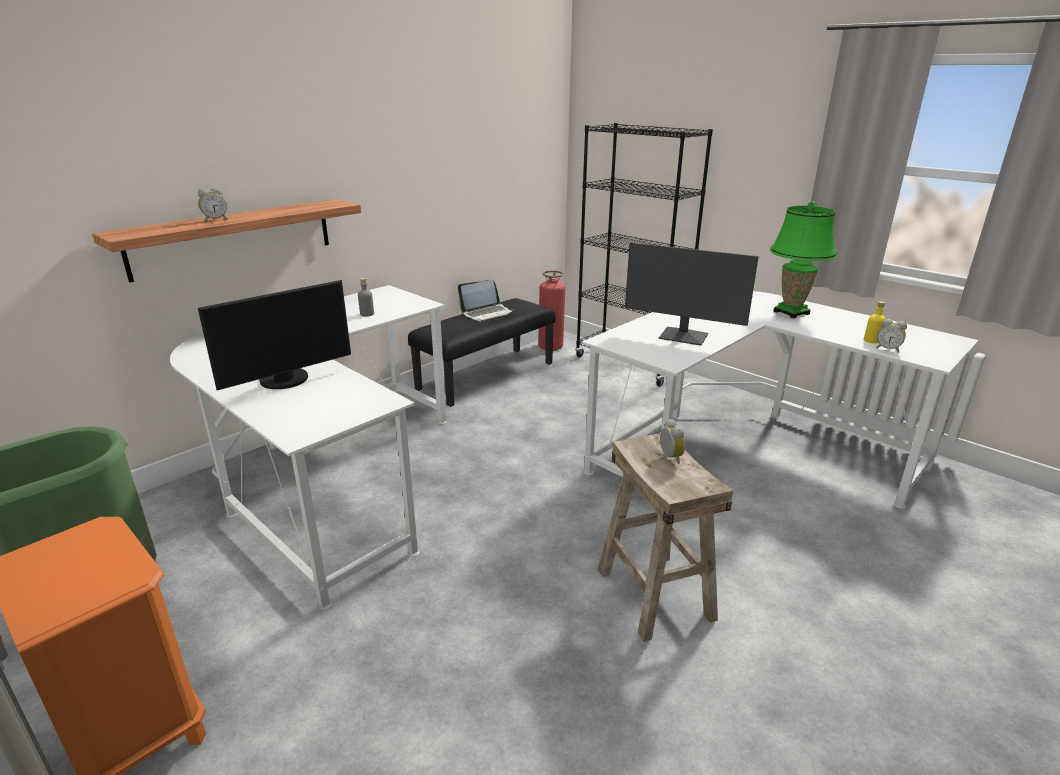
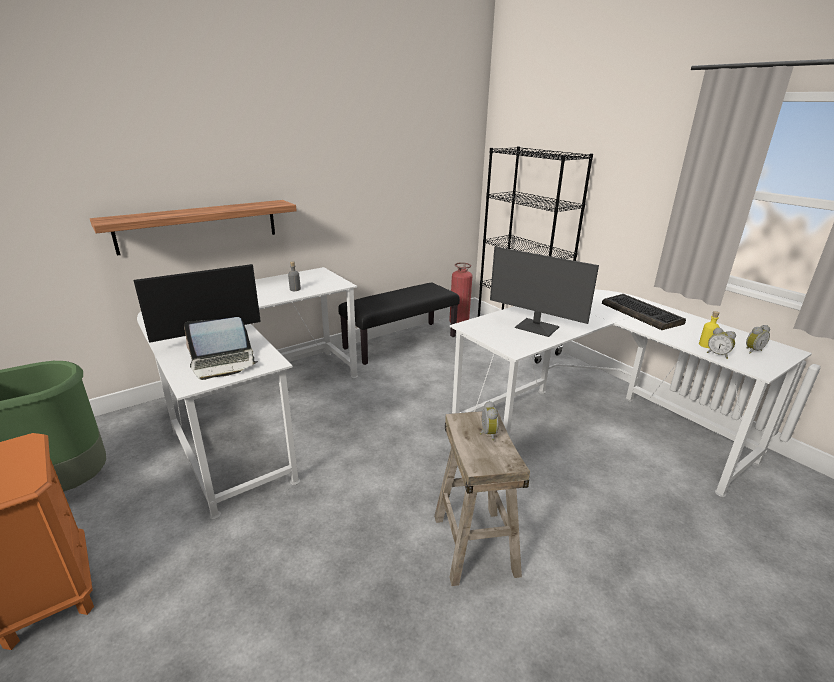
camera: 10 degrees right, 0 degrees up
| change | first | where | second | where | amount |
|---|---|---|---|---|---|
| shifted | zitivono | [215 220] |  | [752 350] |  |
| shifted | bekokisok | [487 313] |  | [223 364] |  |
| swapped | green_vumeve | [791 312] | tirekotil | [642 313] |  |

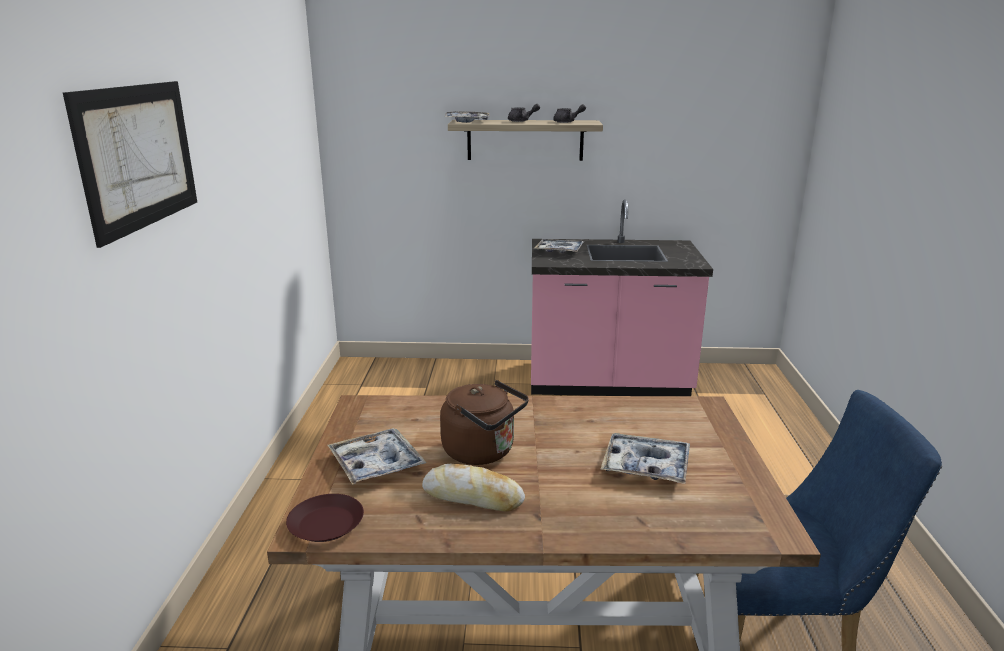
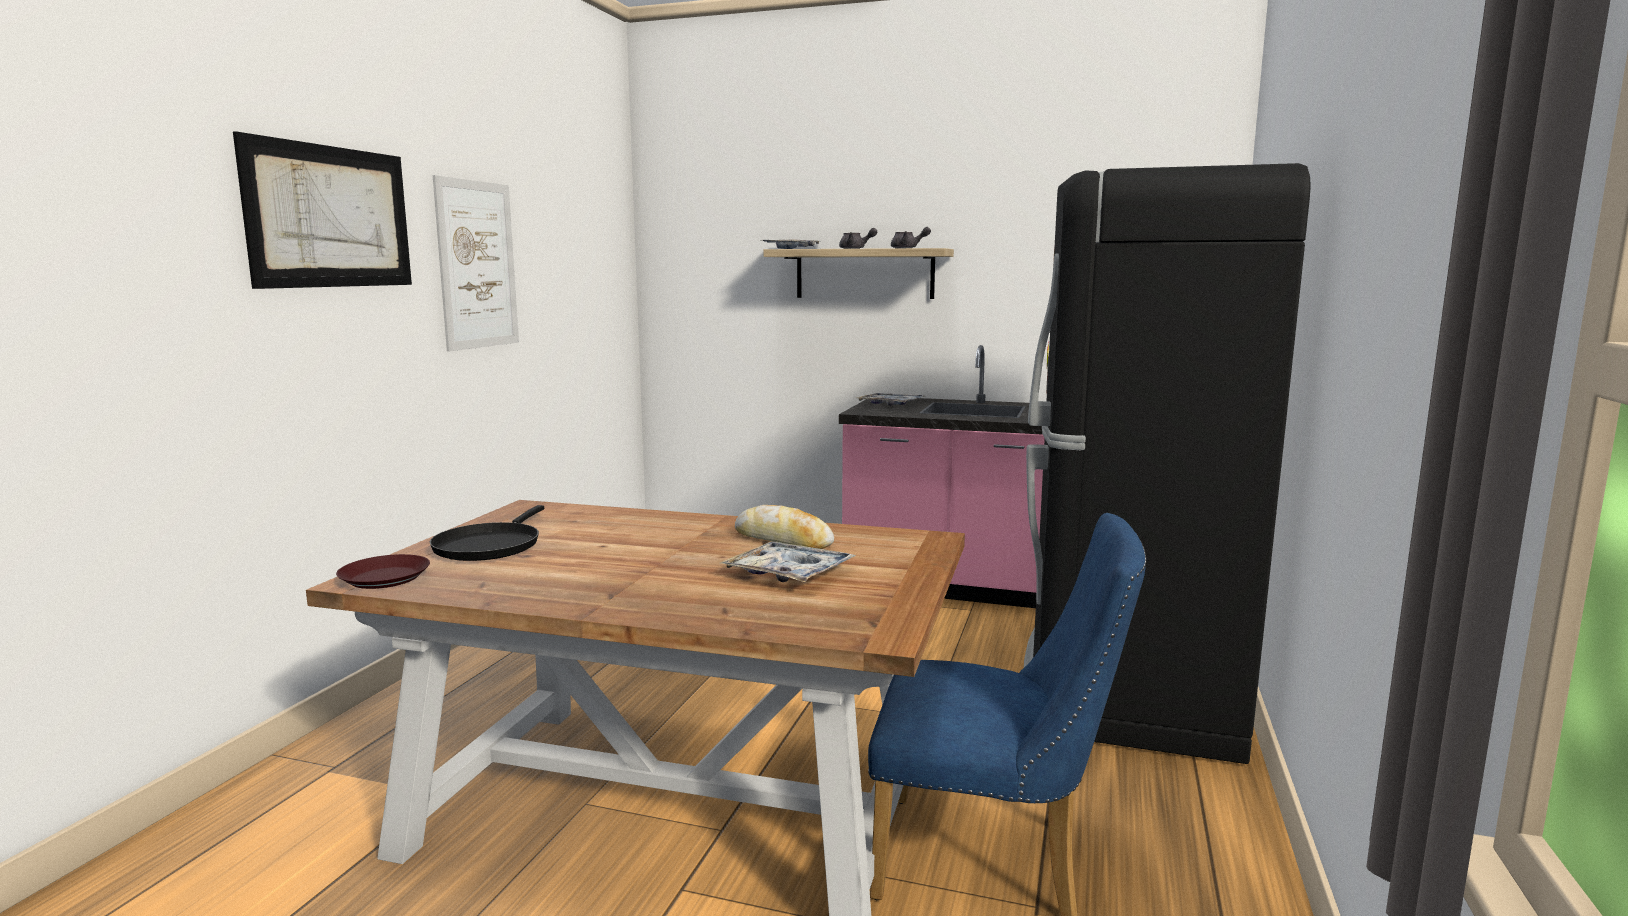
camera: 15 degrees right, 10 degrees down
| change | first | where | second | where | amount |
|---|---|---|---|---|---|
| swapped | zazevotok | [376 464] | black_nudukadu | [490 545] |  |
| shifted | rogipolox | [473 497] |  | [783 539] |  |
| gone | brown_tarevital | [483 452] |  |  |  |
| new |  |  | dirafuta | [477 265] |  |
| new |  |  | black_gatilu | [1126 686] |  |

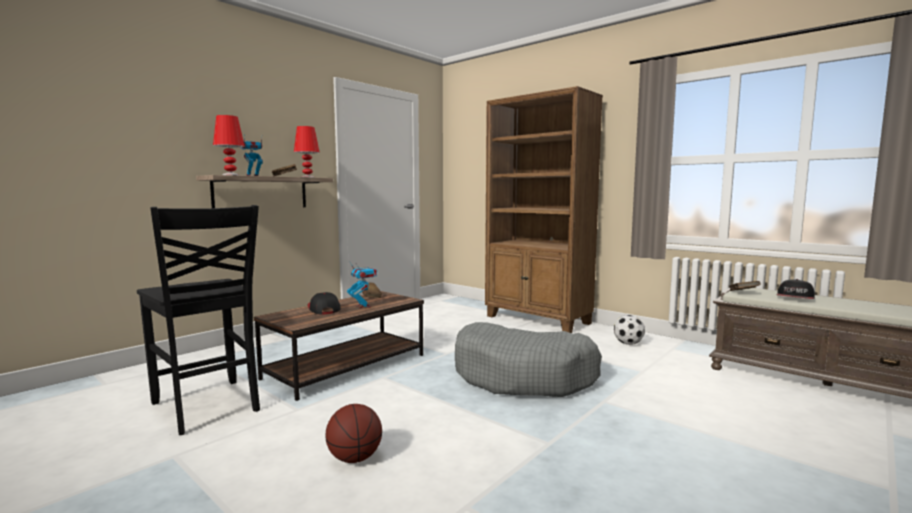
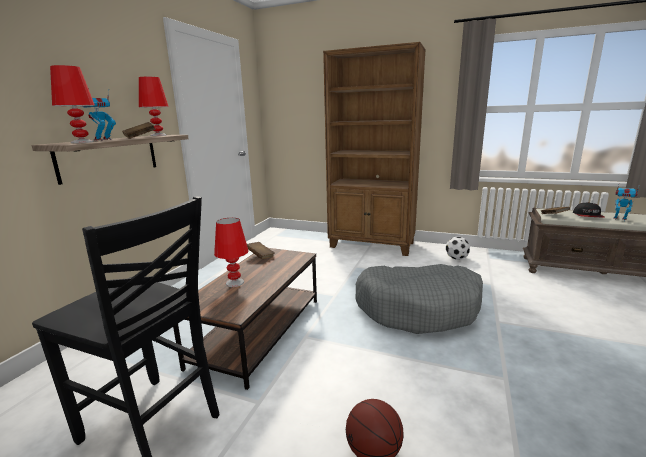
camera: 20 degrees left, 10 degrees up
| change | first | where | second | where | amount |
|---|---|---|---|---|---|
| swapped | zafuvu | [323 309] | red_vumeve | [234 283] |  |
| shifted | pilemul | [363 306] |  | [619 219] |  |

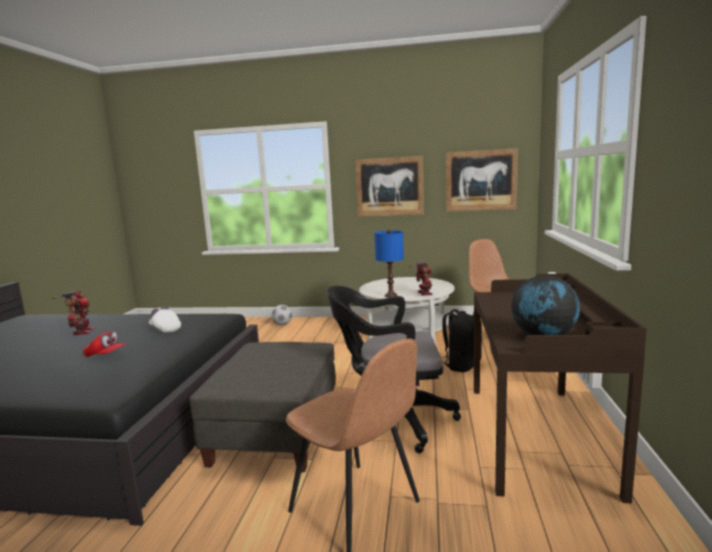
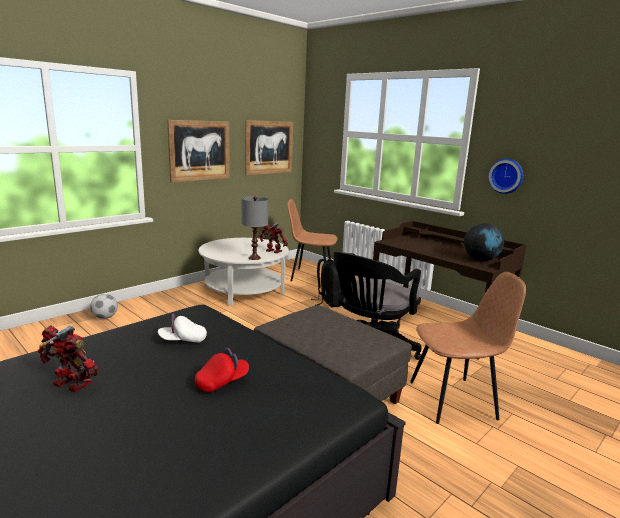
camera: 55 degrees left, 5 degrees up
| change | first | where | second | where | amount |
|---|---|---|---|---|---|
| repainted | blue_vumeve | [391 295] | grey_vumeve | [254 258] |  |
| new |  |  | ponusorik | [506 176] |  |

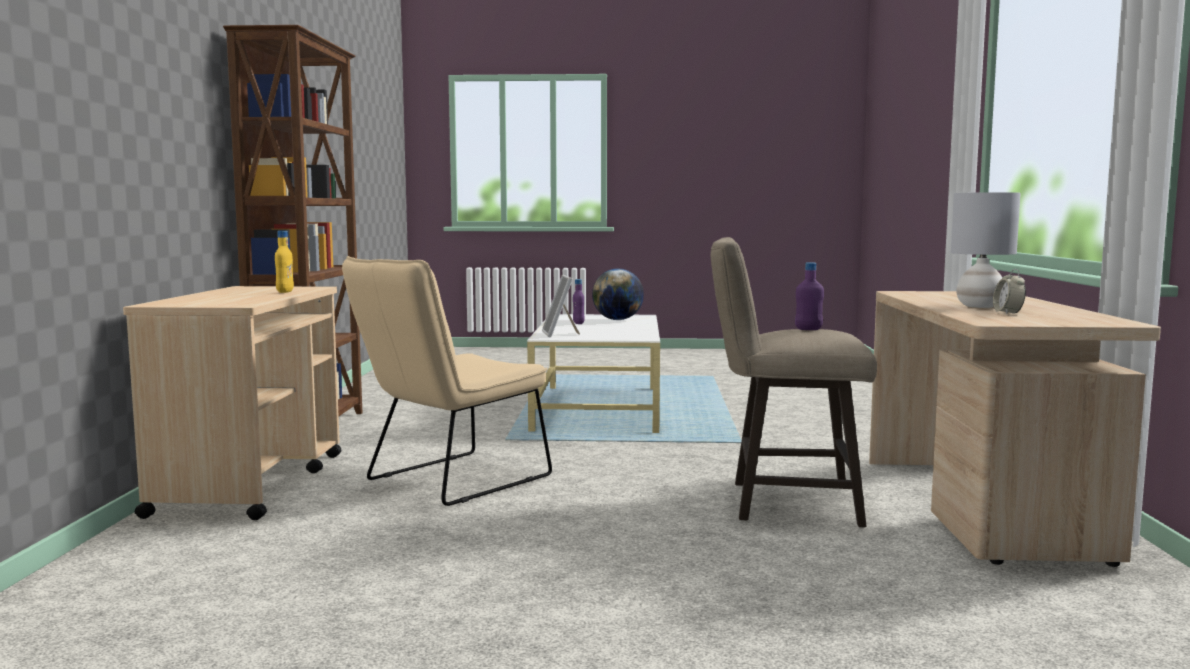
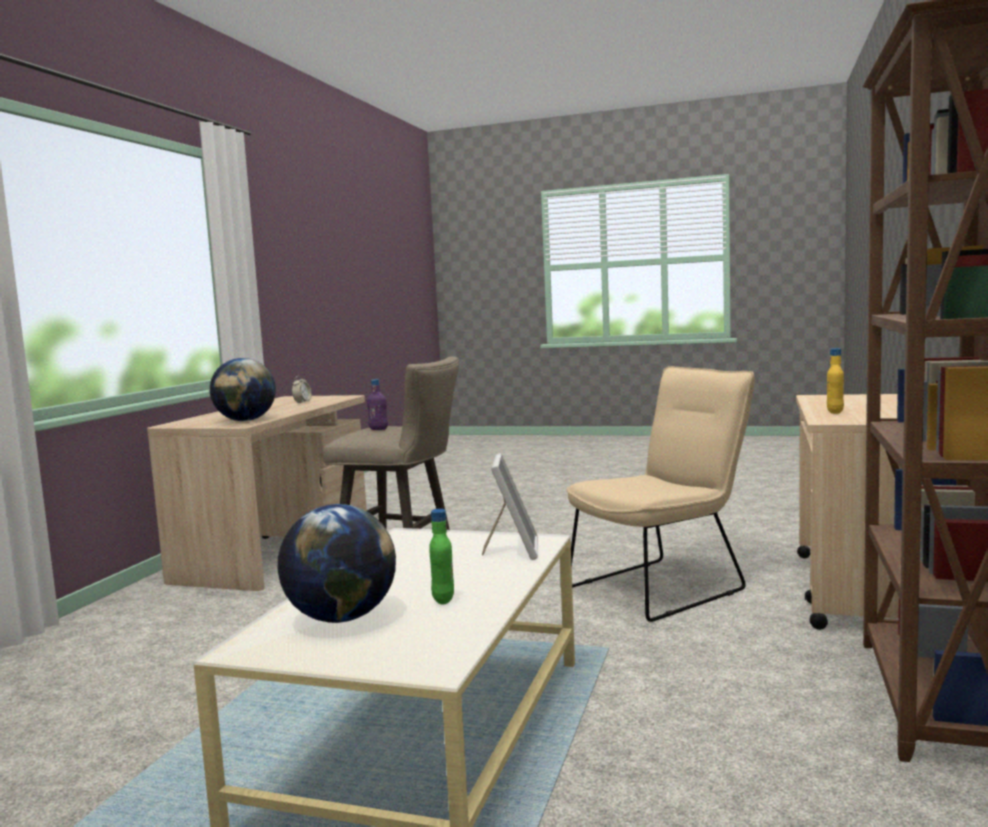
camera: 165 degrees left, 0 degrees up
| change | first | where | second | where | amount |
|---|---|---|---|---|---|
| repainted | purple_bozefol | [578 323] | green_bozefol | [443 599] |  |
| gone | grey_vumeve | [980 306] |  |  |  |
| new |  |  | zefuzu | [246 420] |  |

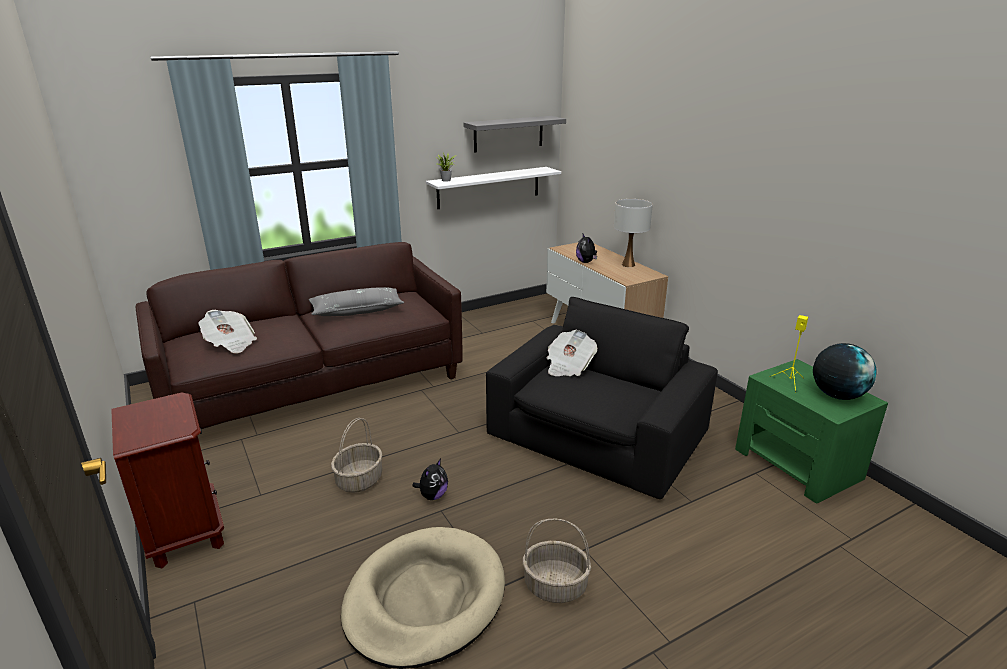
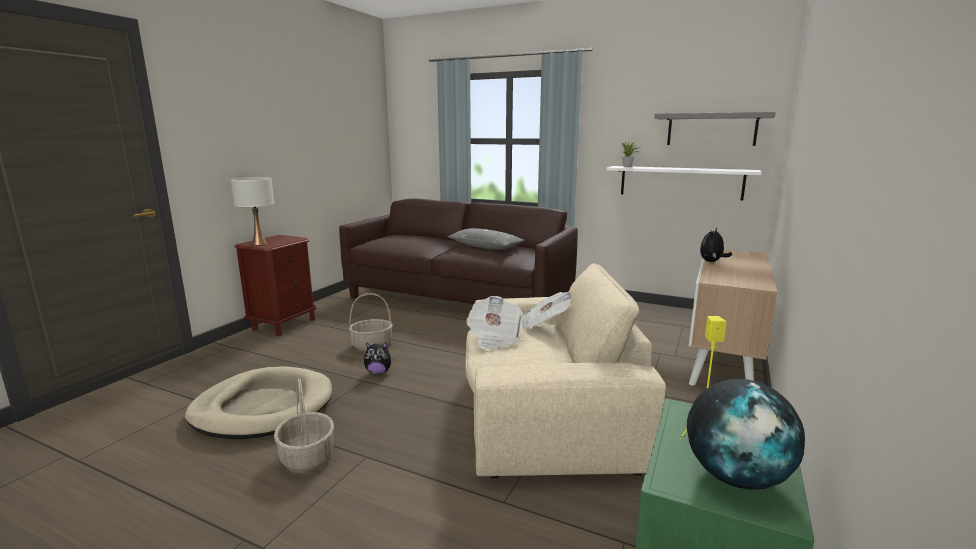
camera: 55 degrees right, 10 degrees down
| change | first | where | second | where | amount |
|---|---|---|---|---|---|
| shifted | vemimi | [230 343] |  | [494 338] |  |
| repainted | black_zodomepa | [596 436] | beige_zodomepa | [546 411] |  |
| shifted | white_vumeve | [628 265] |  | [259 243] |  |

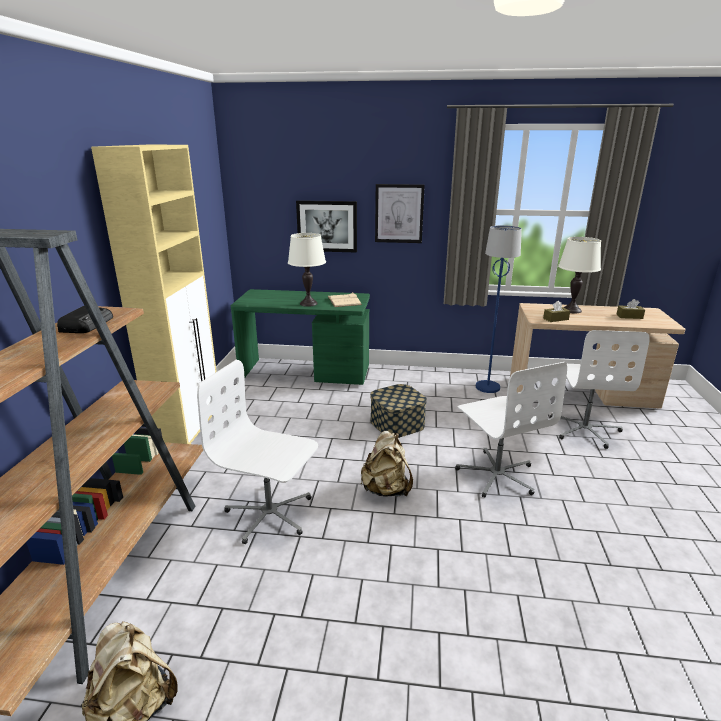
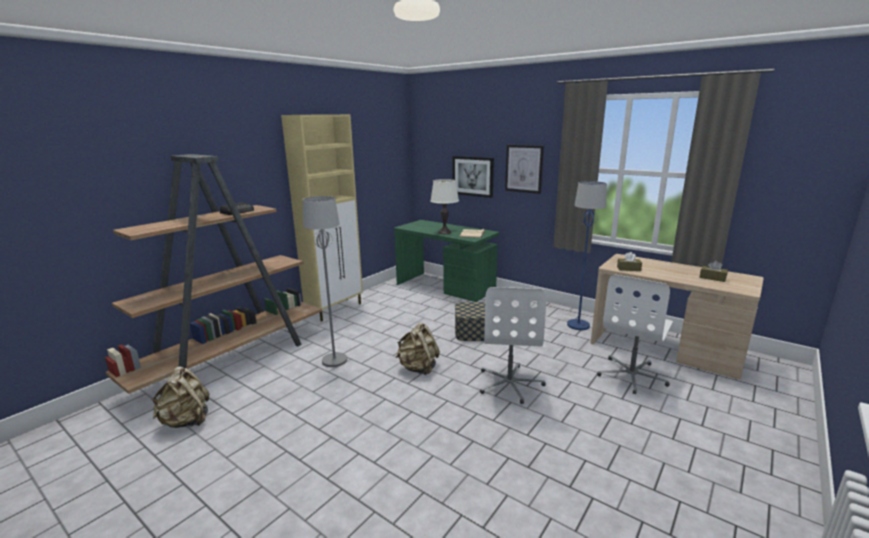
camera: 30 degrees right, 5 degrees down
| change | first | where | second | where | amount |
|---|---|---|---|---|---|
| swapped | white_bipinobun | [269 514] | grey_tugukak | [334 360] |  |
| gone | white_vumeve | [571 310] |  |  |  |

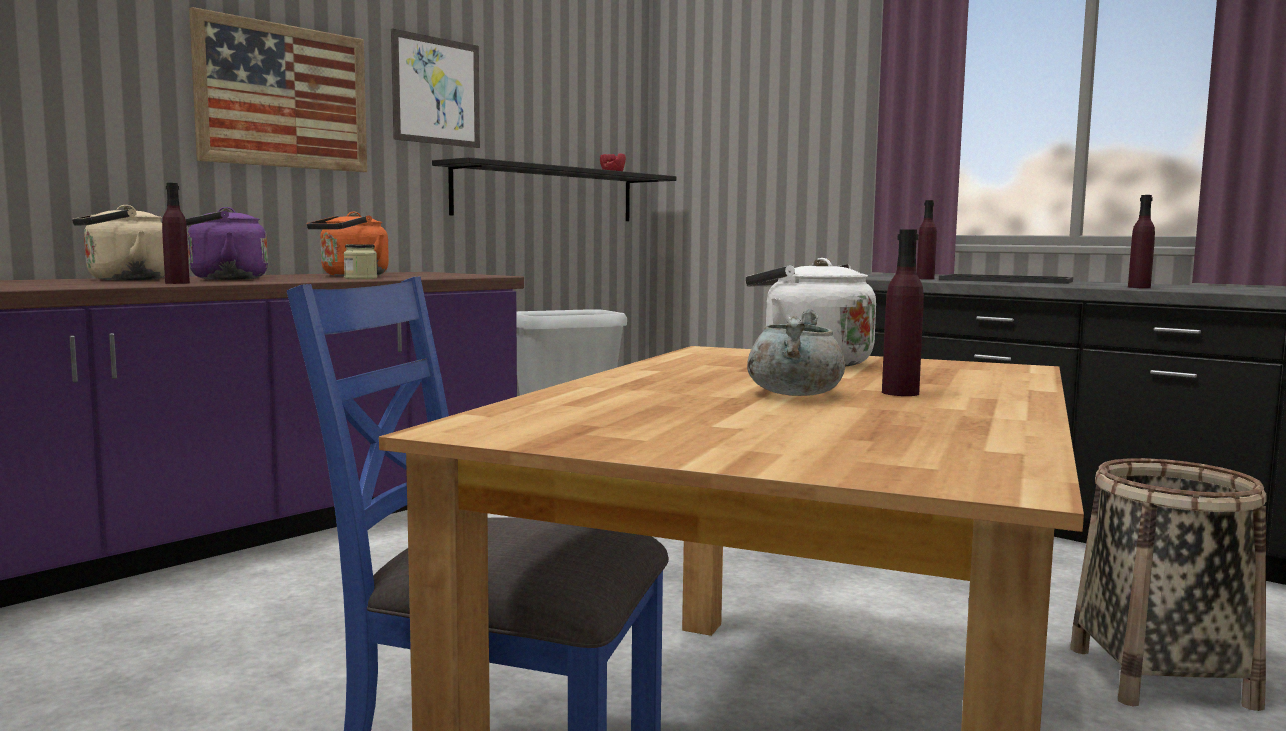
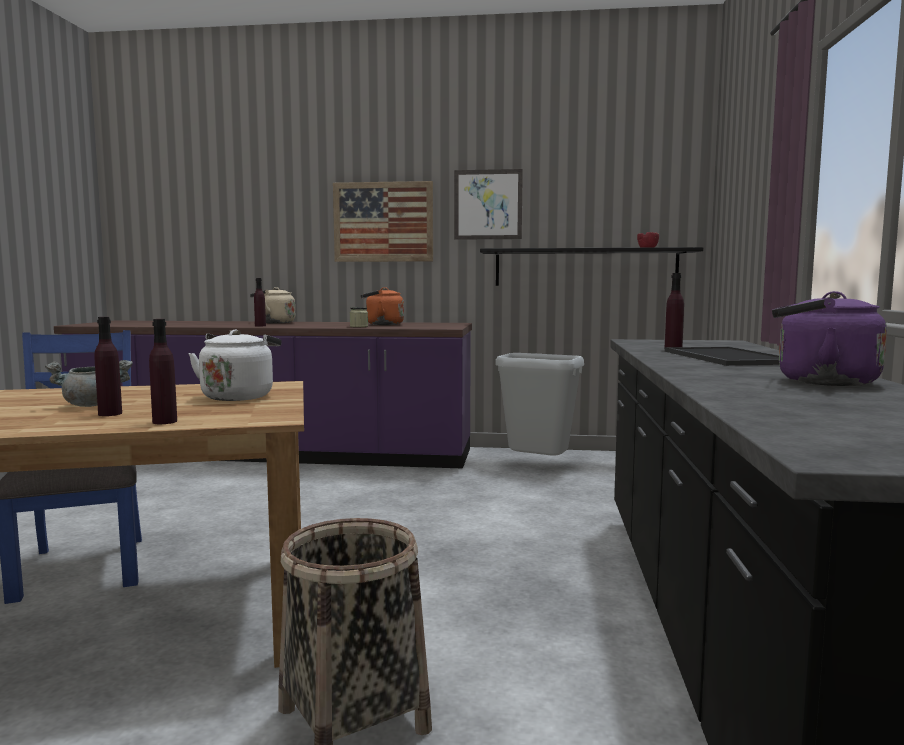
camera: 55 degrees right, 0 degrees up
| change | first | where | second | where | amount |
|---|---|---|---|---|---|
| shifted | purple_tarevital | [223 279] |  | [819 382] |  |
| shifted | purple_bozefol | [1139 287] |  | [165 422] |  |

